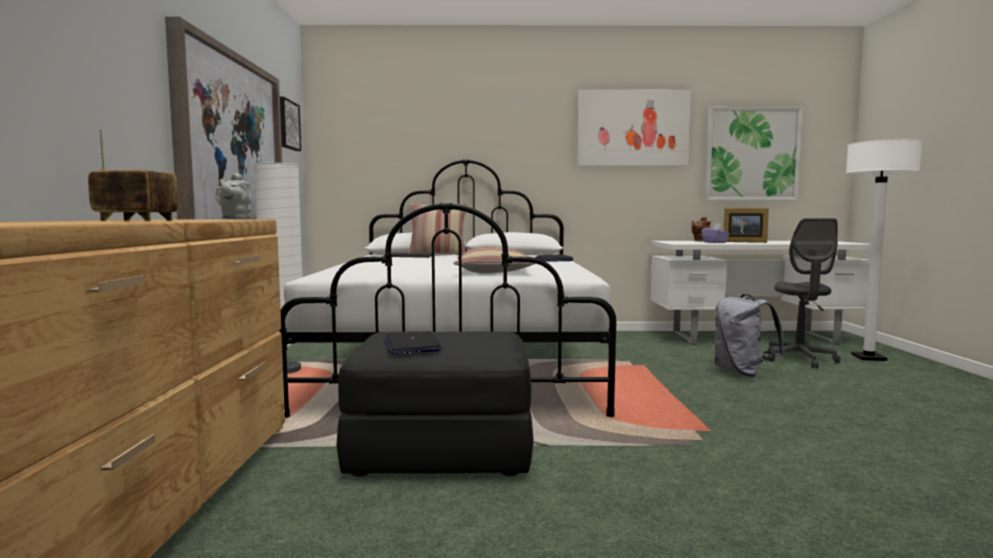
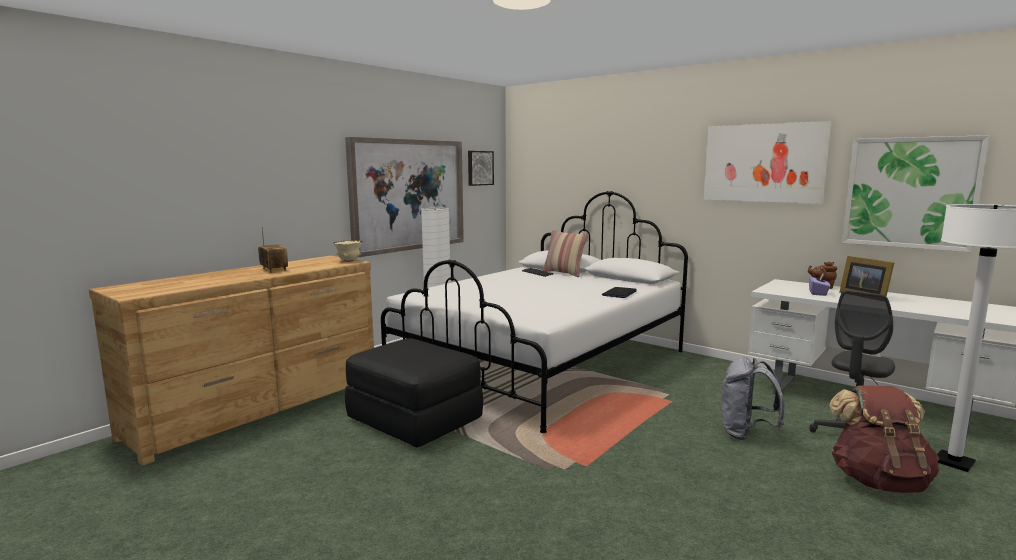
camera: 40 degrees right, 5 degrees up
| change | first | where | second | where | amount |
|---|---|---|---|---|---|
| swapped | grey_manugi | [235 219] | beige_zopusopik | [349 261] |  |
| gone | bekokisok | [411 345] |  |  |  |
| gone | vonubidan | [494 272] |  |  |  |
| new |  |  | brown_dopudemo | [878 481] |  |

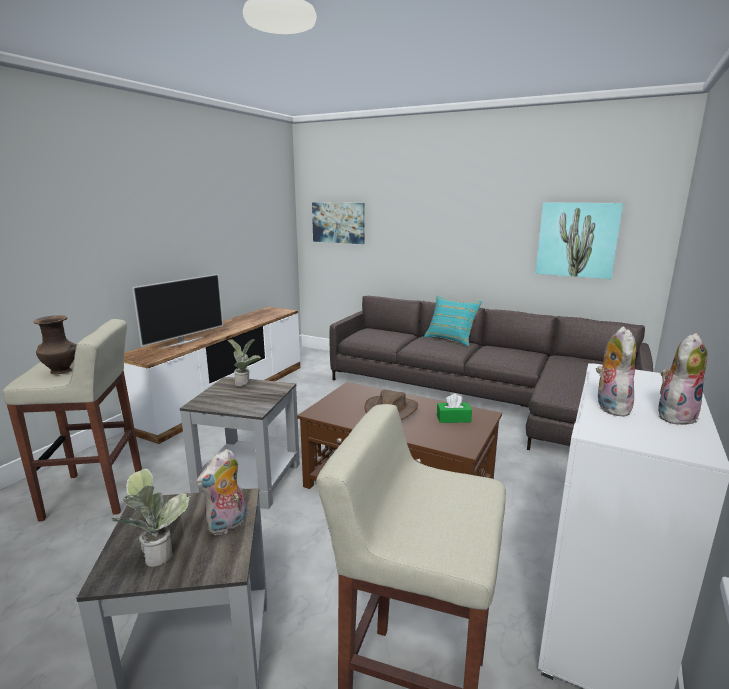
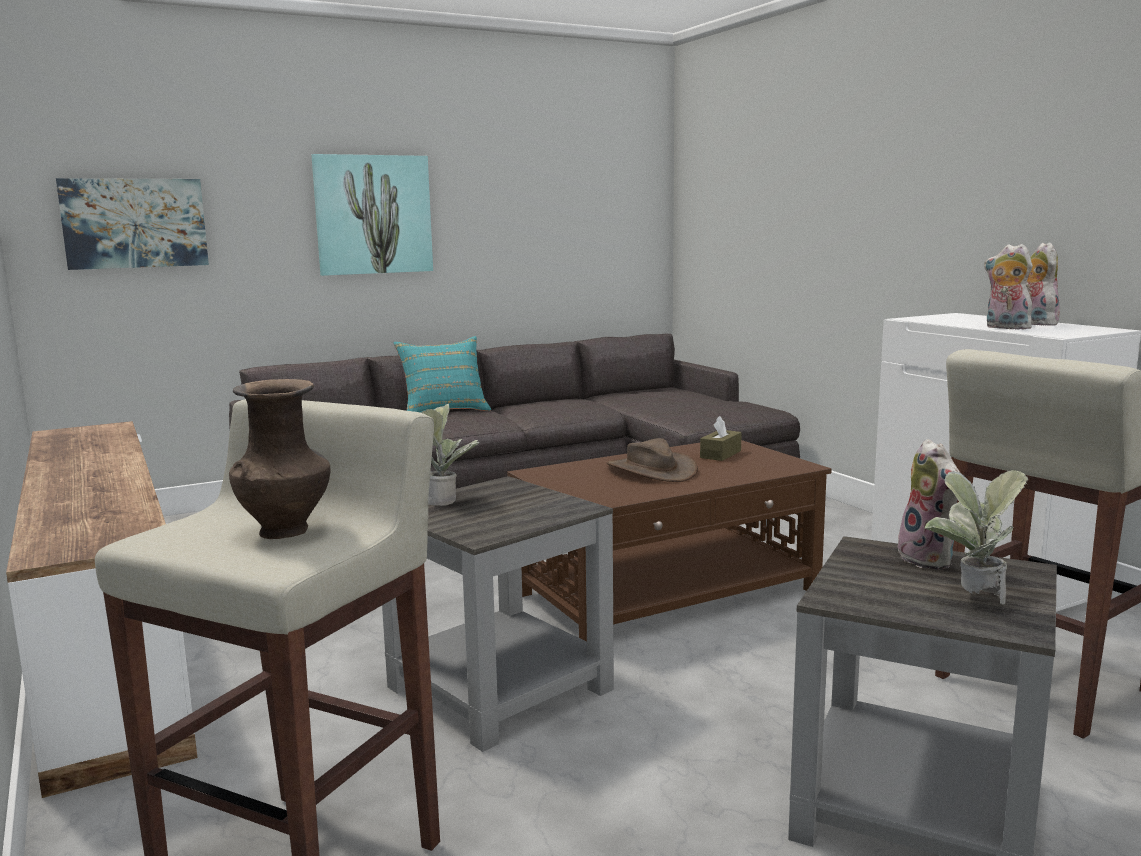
camera: 55 degrees left, 5 degrees down
| change | first | where | second | where | amount |
|---|---|---|---|---|---|
| gone | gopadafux | [183 342] |  |  |  |
| repainted | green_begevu | [453 418] | brown_begevu | [720 454] |  |
| shifted | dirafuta | [577 240] |  | [373 214] |  |

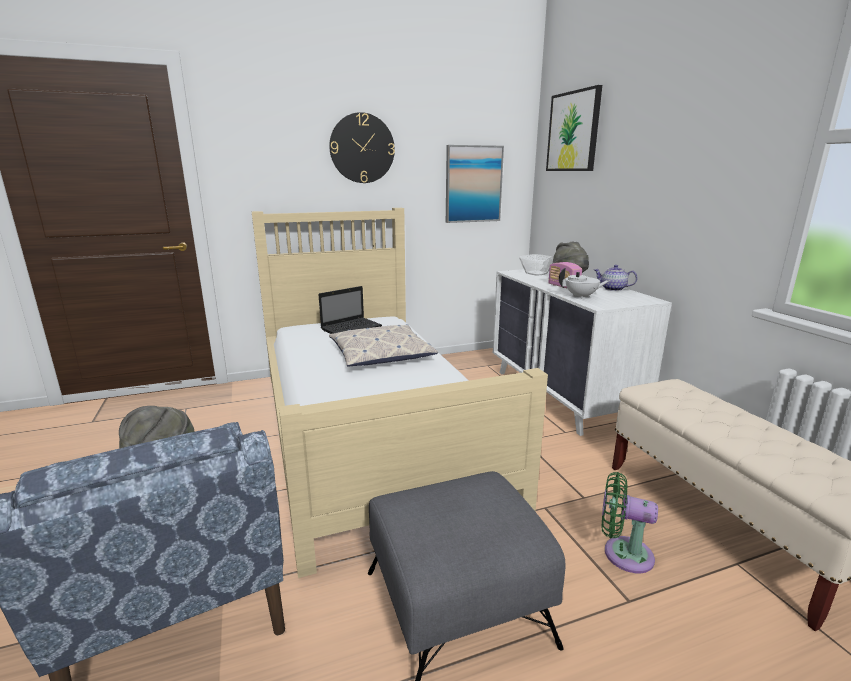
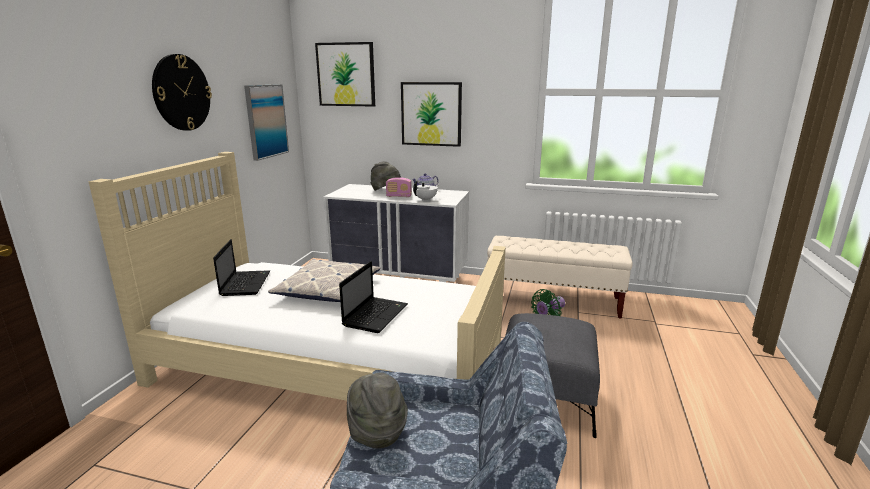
camera: 55 degrees left, 0 degrees up
| change | first | where | second | where | amount |
|---|---|---|---|---|---|
| gone | zopusopik | [536 273] |  |  |  |
| new |  |  | bekokisok | [376 315] |  |
| new |  |  | dirafuta | [431 114] |  |

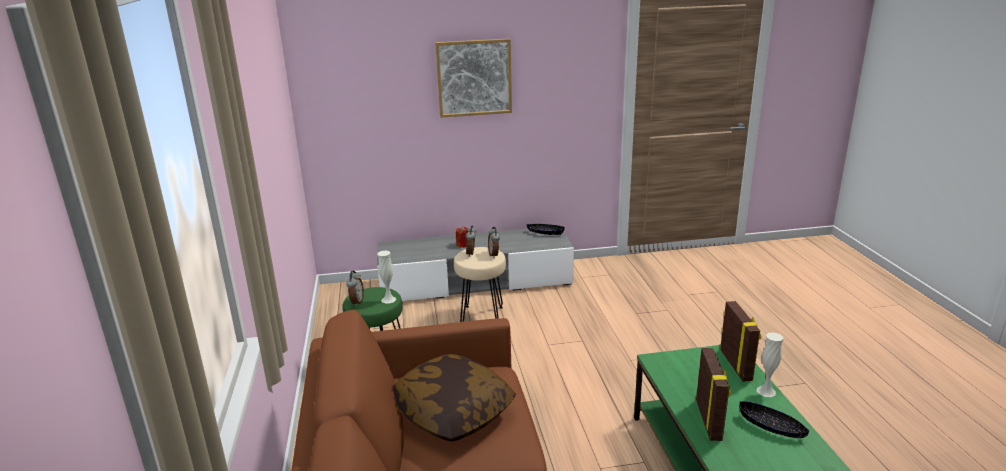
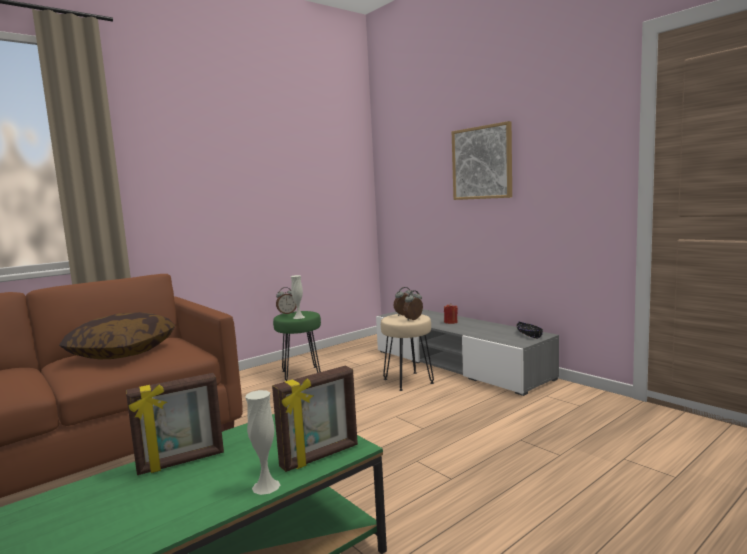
camera: 60 degrees right, 15 degrees down
| change | first | where | second | where | amount |
|---|---|---|---|---|---|
| gone | black_zopusopik | [771 427] |  |  |  |

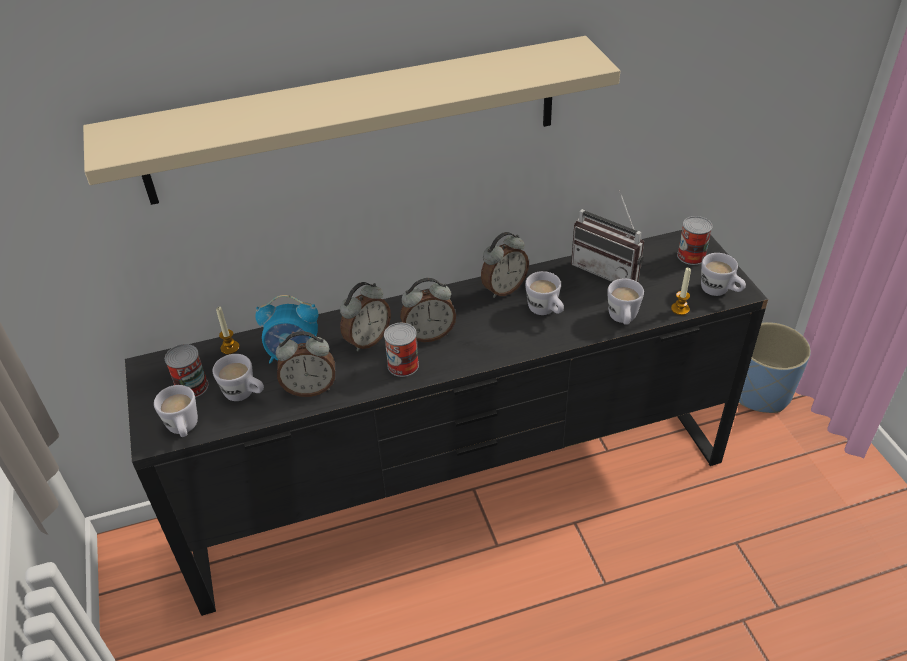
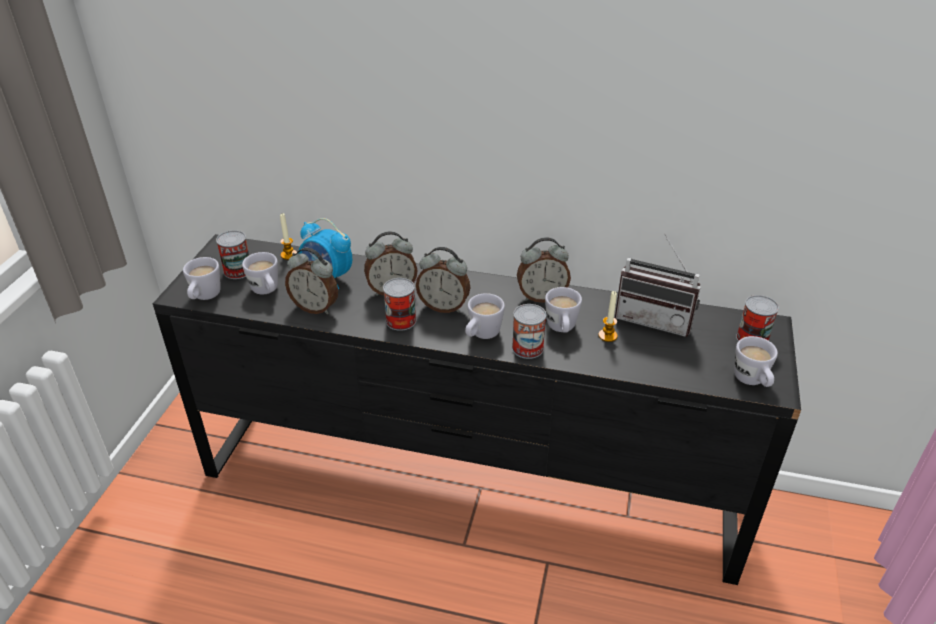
camera: 30 degrees right, 5 degrees down
| change | first | where | second | where | amount |
|---|---|---|---|---|---|
| gone | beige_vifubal | [354 121] |  |  |  |
| rotated | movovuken | [609 270] |  | [655 319] | 45 degrees counterclockwise |
| shifted | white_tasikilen | [623 320] |  | [481 335] |  |
| shifted | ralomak | [680 309] |  | [607 336] |  |
| gone | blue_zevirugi | [761 393] |  |  |  |
| new |  |  | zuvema | [527 348] |  |

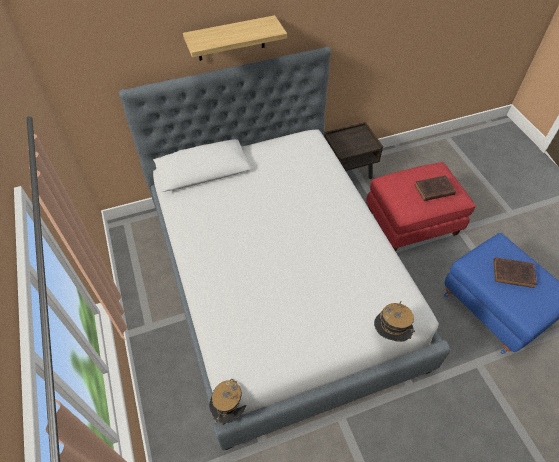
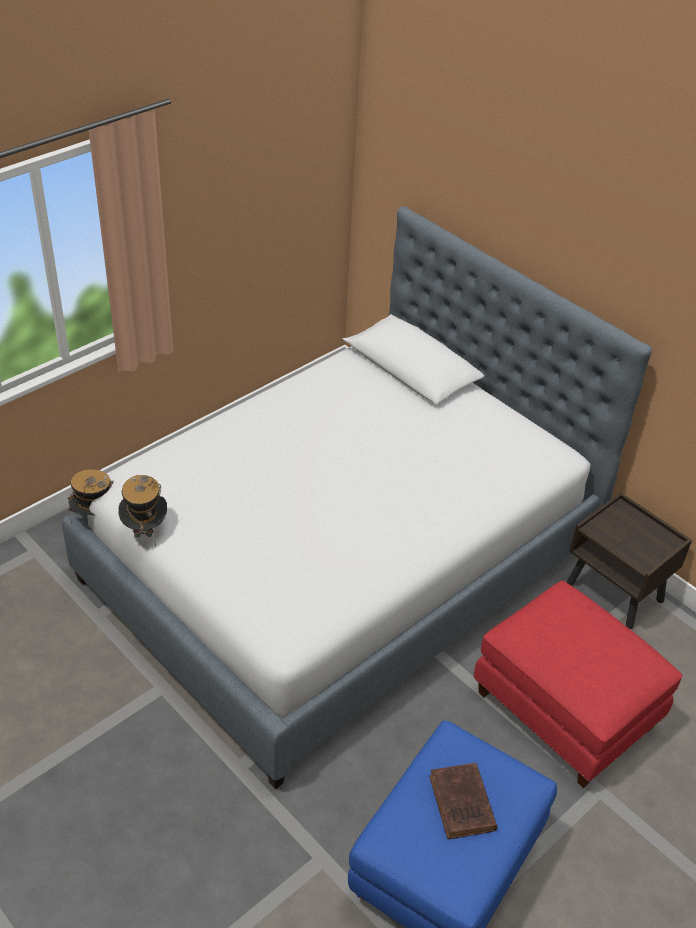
camera: 65 degrees right, 10 degrees down
| change | first | where | second | where | amount |
|---|---|---|---|---|---|
| gone | vifubal | [231 38] |  |  |  |
| shifted | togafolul | [390 334] |  | [145 530] |  |
| gone | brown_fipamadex | [433 190] |  |  |  |

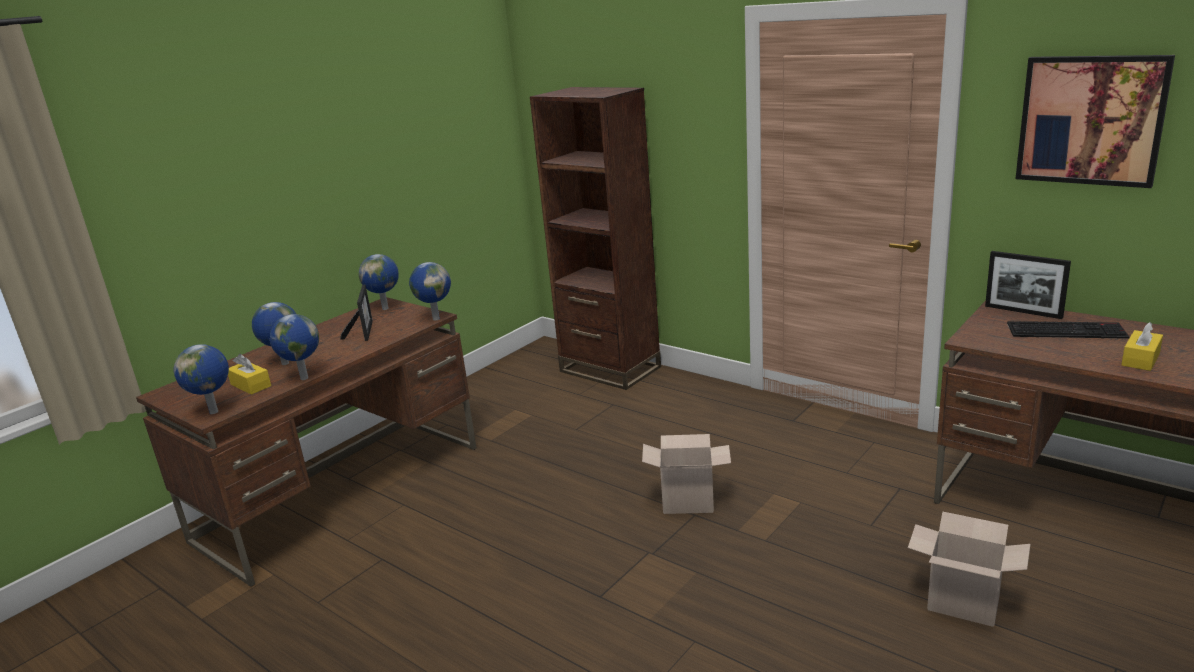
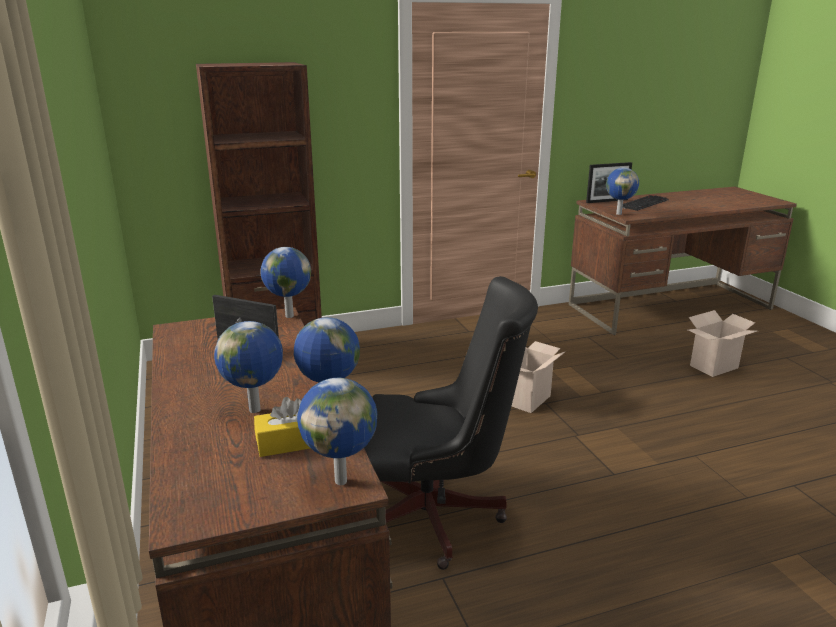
camera: 60 degrees left, 0 degrees up
| change | first | where | second | where | amount |
|---|---|---|---|---|---|
| shifted | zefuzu | [386 308] |  | [618 214] |  |
| gone | dirafuta | [1090 120] |  |  |  |
| gone | yellow_begevu | [1140 359] |  |  |  |
| new |  |  | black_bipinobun | [438 517] |  |

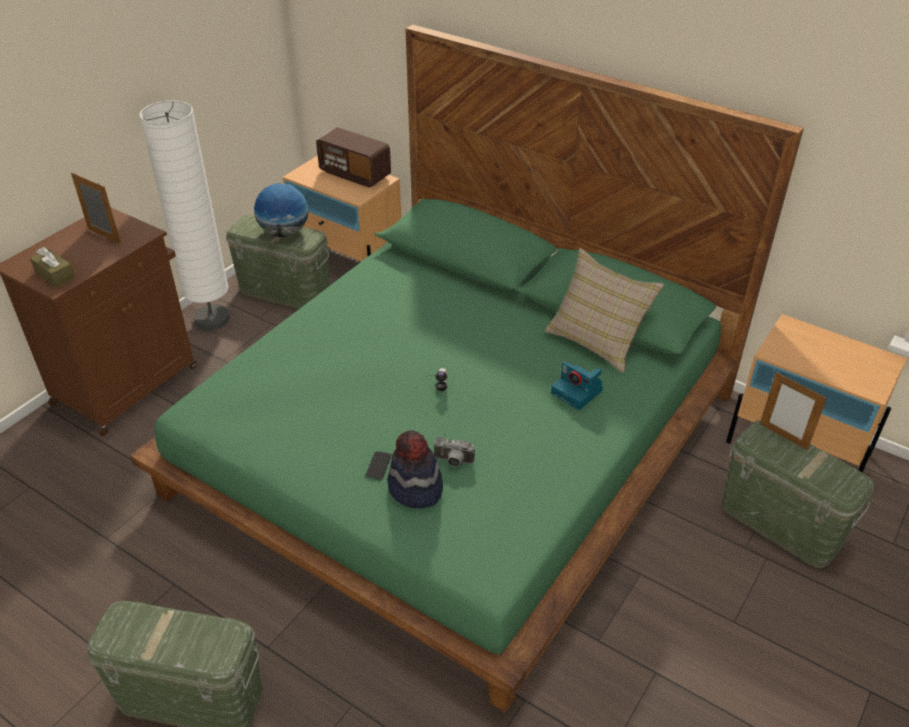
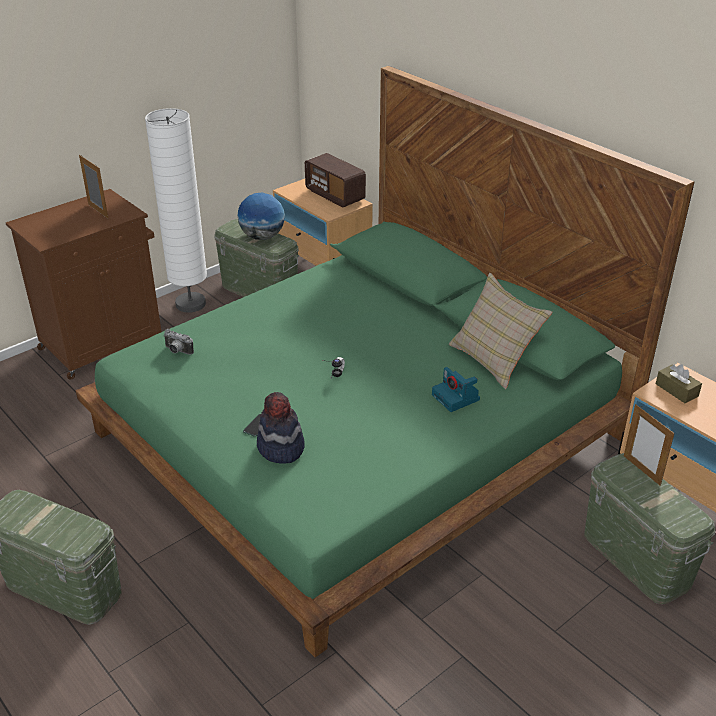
camera: 15 degrees right, 5 degrees down
| change | first | where | second | where | amount |
|---|---|---|---|---|---|
| shifted | brown_begevu | [55 275] |  | [676 390] |  |
| shifted | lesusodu | [453 461] |  | [177 351] |  |

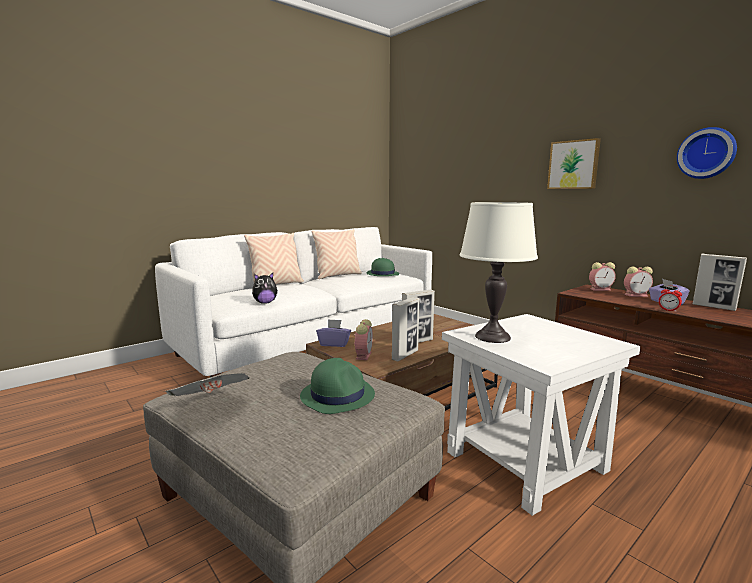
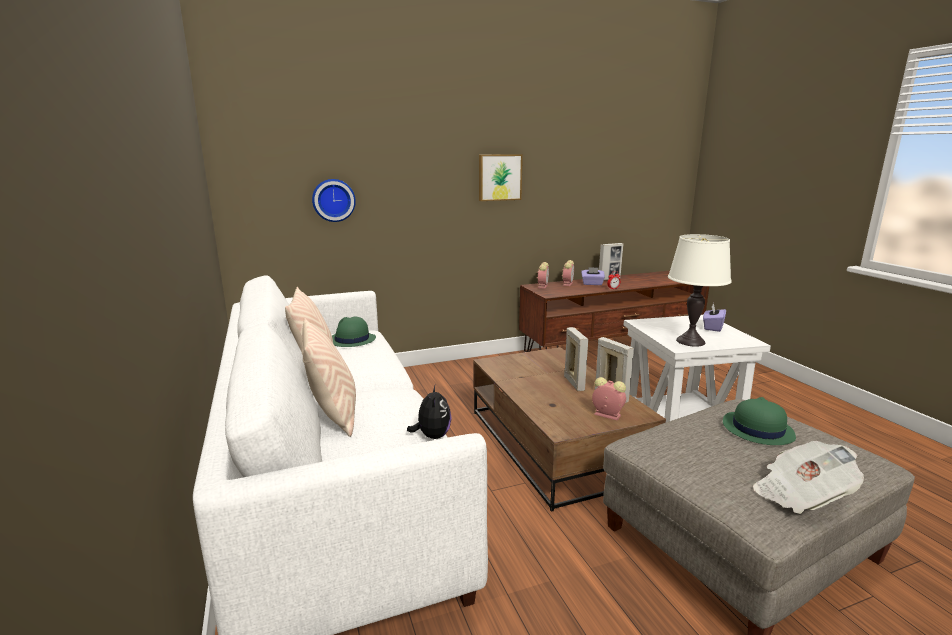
camera: 70 degrees left, 5 degrees up
| change | first | where | second | where | amount |
|---|---|---|---|---|---|
| shifted | purple_begevu | [334 344] |  | [712 327] |  |
| shifted | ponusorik | [706 153] |  | [333 200] |  |

